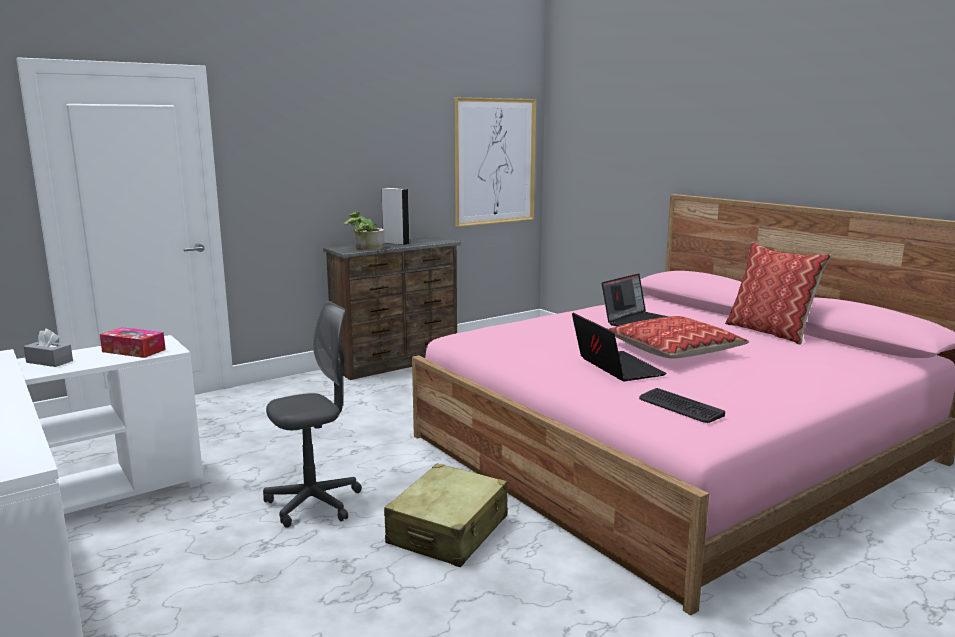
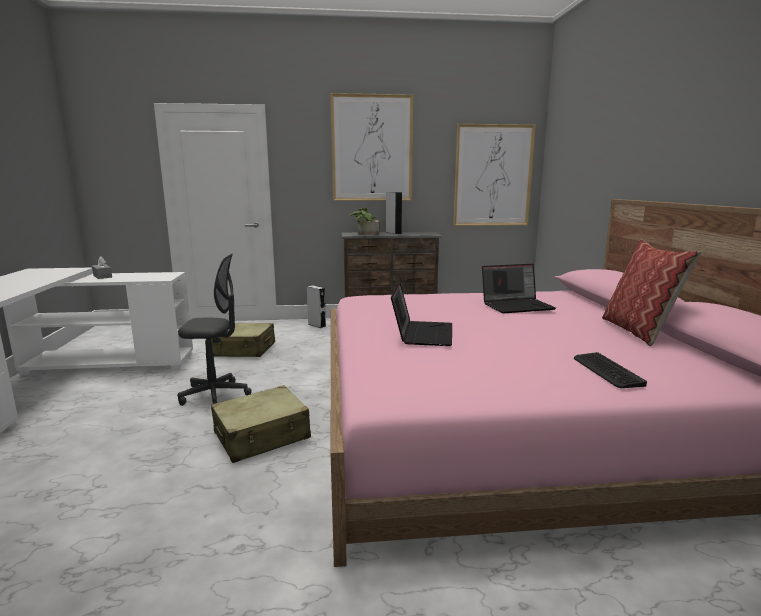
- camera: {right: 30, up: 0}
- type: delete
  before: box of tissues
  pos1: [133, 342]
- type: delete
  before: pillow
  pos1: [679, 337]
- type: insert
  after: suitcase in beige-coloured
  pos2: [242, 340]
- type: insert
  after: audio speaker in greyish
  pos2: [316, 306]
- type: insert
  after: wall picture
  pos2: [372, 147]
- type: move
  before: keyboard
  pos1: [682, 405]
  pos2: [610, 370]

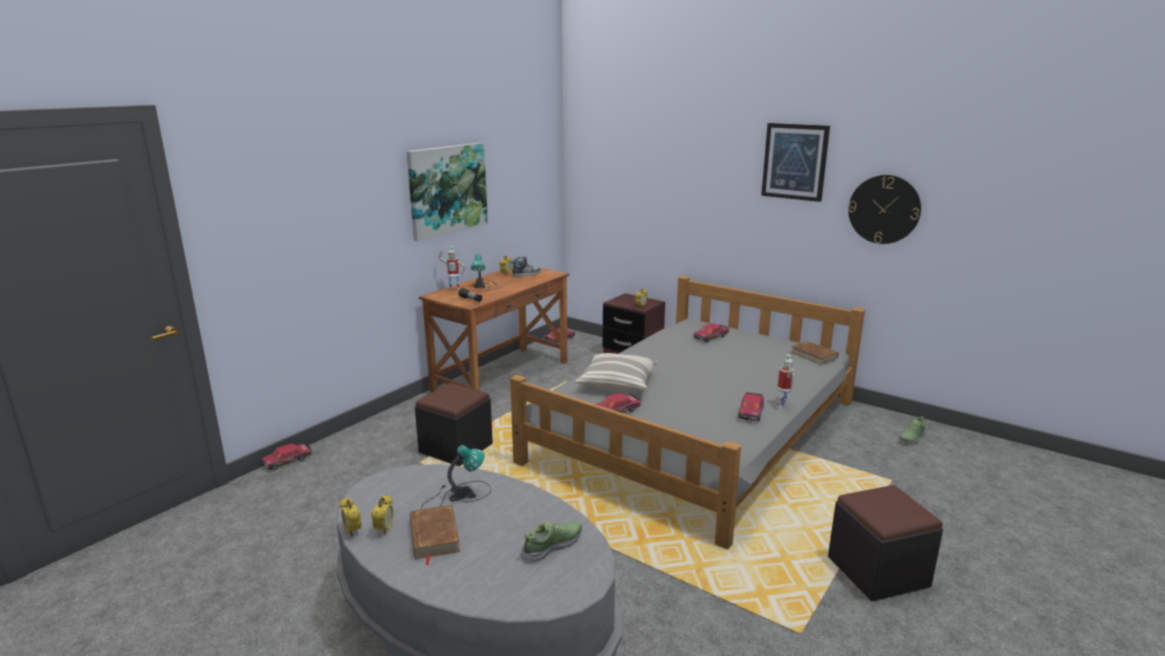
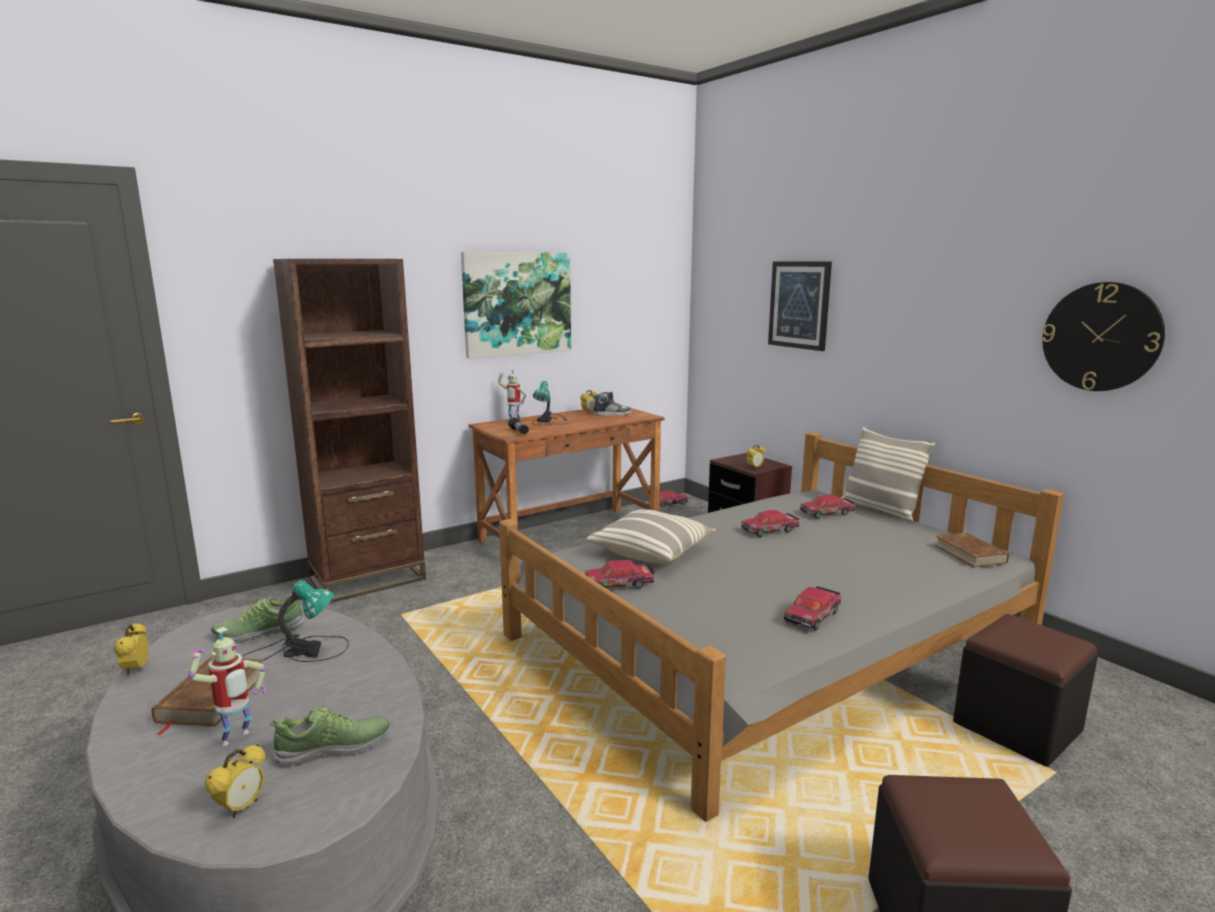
- camera: {right: 20, up: -5}
- type: insert
  after: shelving unit in brown-coloured
  pos2: [349, 431]
- type: insert
  after: pillow
  pos2: [888, 474]
- type: move
  before: miniature car
  pos1: [287, 456]
  pos2: [770, 523]
- type: move
  before: alarm clock
  pos1: [382, 515]
  pos2: [235, 781]
- type: move
  before: ottoman in black-coloured
  pos1: [454, 424]
  pos2: [1025, 690]
- type: move
  before: wall picture
  pos1: [795, 162]
  pos2: [800, 306]
- type: move
  before: model robot
  pos1: [785, 381]
  pos2: [227, 686]
- type: move
  before: item of footwear
  pos1: [912, 430]
  pos2: [257, 619]

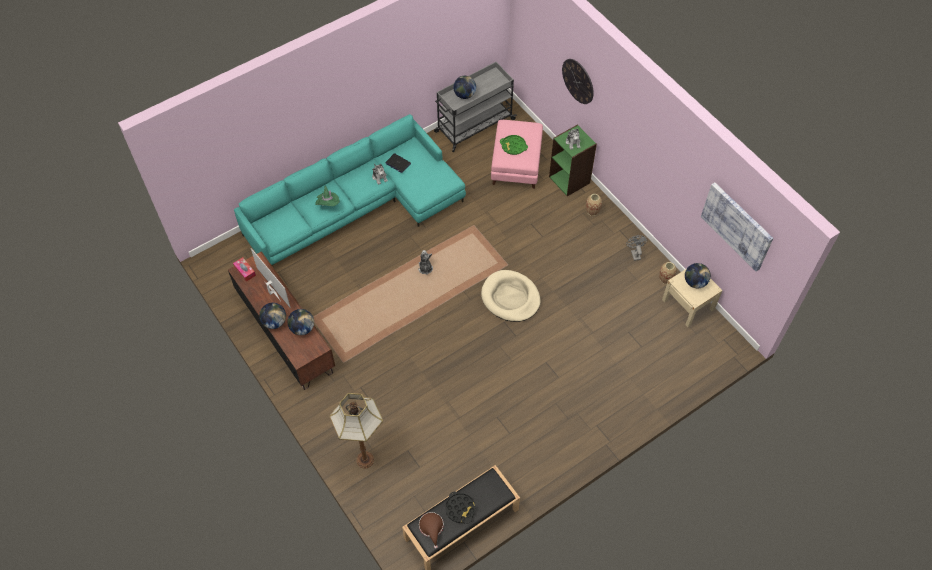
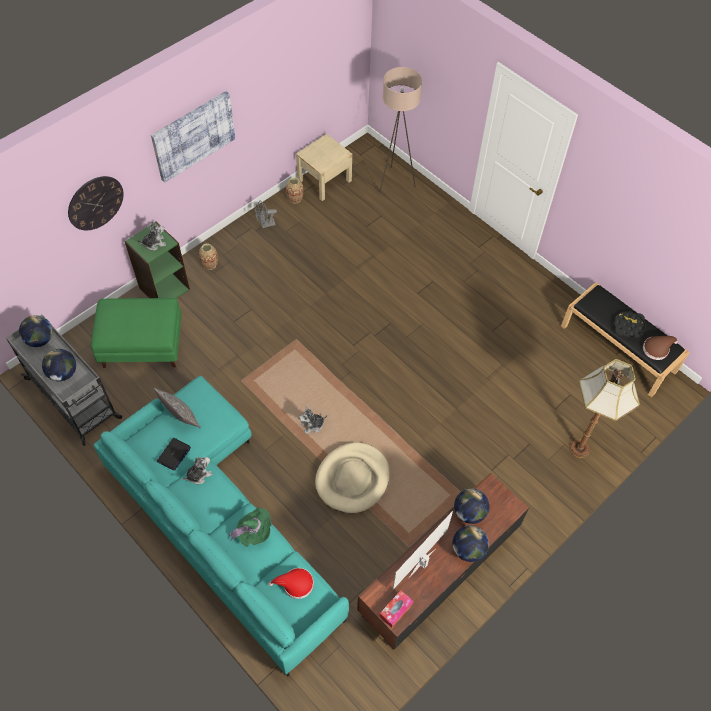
- camera: {right: -100, up: 0}
- type: delete
  before: serving tray in green-coloured
  pos1: [514, 145]
- type: insert
  after: pillow
  pos2: [177, 408]
- type: insert
  after: wearable hat in reddish
  pos2: [291, 583]
- type: insert
  after: standard lamp in beige-coloured
  pos2: [400, 130]
- type: move
  before: dog bed in beige-coloured
  pos1: [511, 296]
  pos2: [352, 477]
- type: move
  before: desk globe
  pos1: [698, 275]
  pos2: [36, 331]
- type: move
  before: wall picture
  pos1: [737, 226]
  pos2: [193, 137]
- type: recolor
  before: ottoman in pink-coloured
  after: ottoman in green-coloured
  pos1: [517, 154]
  pos2: [136, 333]

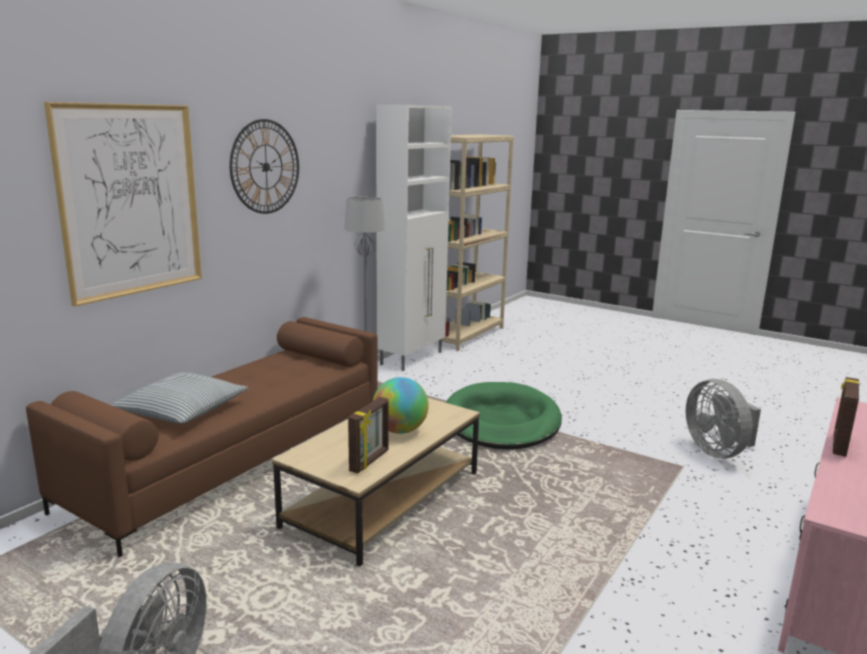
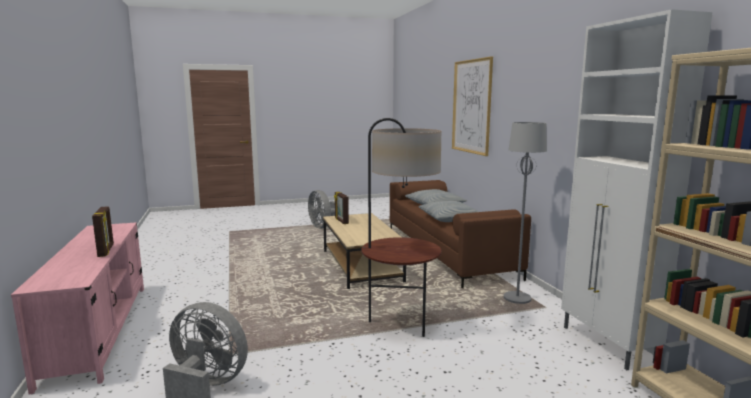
- camera: {right: 130, up: -5}
- type: delete
  before: clock on the wall
  pos1: [264, 166]
- type: delete
  before: desk globe
  pos1: [401, 405]
- type: insert
  after: pillow
  pos2: [449, 211]
- type: replace
  before: dog bed in green-coloured
  after: standard lamp
  pos1: [504, 415]
  pos2: [401, 227]

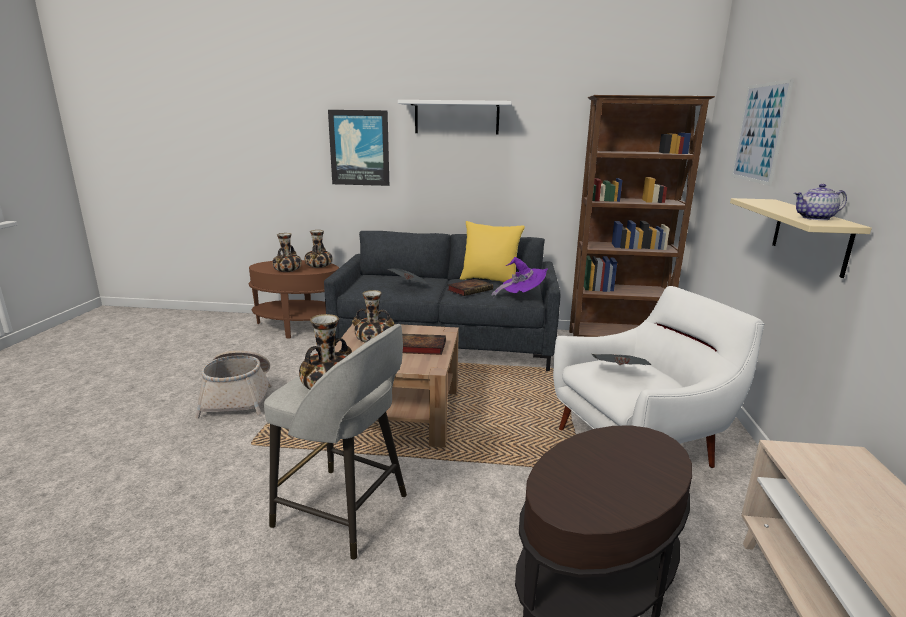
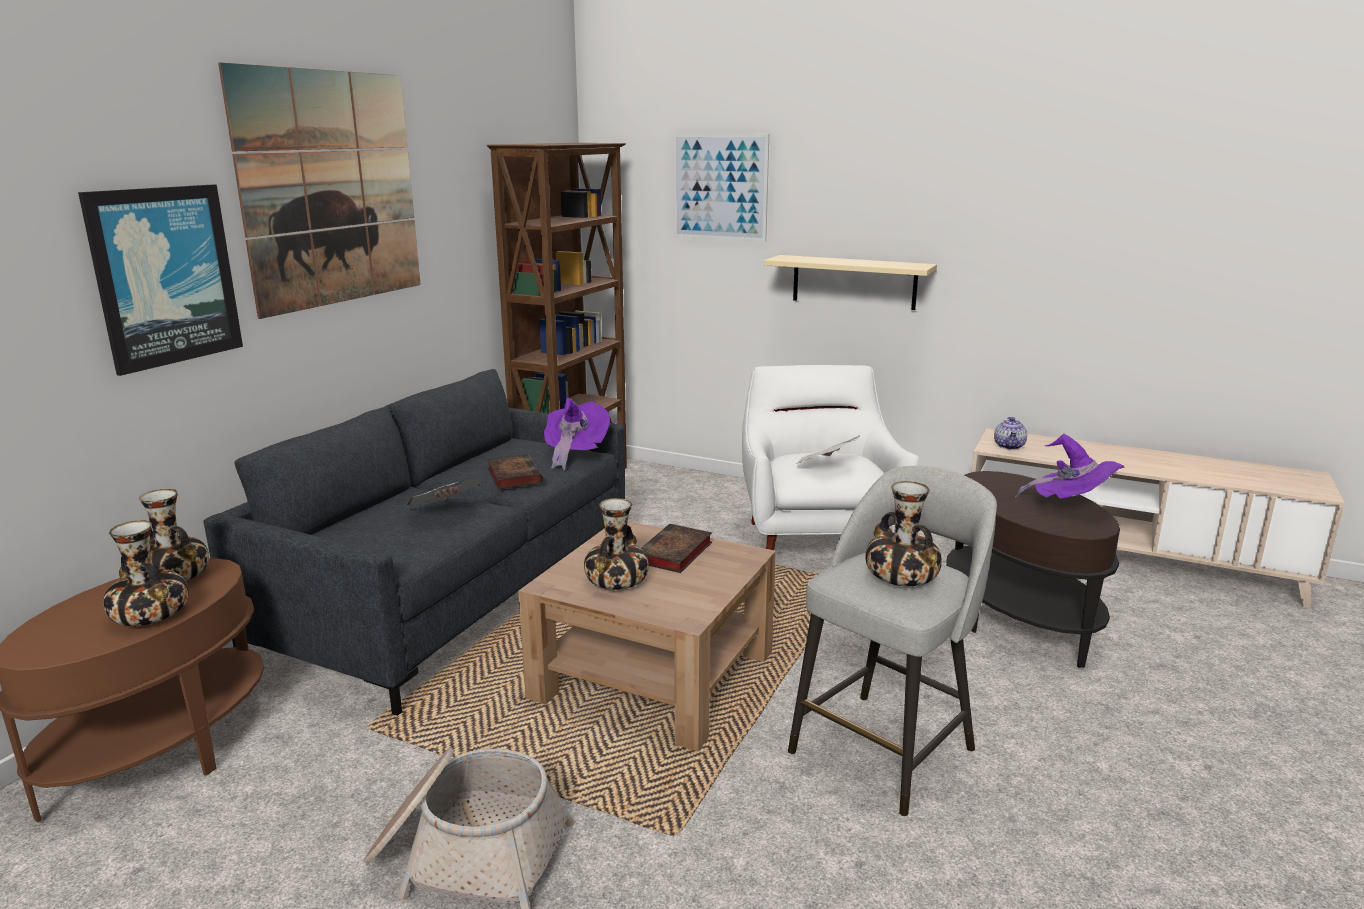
- camera: {right: -70, up: 0}
- type: delete
  before: pillow in yellow
  pos1: [492, 251]
- type: insert
  after: wearable hat in purple
  pos2: [1070, 466]
- type: move
  before: pot for tea
  pos1: [820, 202]
  pos2: [1010, 433]
- type: replace
  before: bracket shelf in white
  after: wall picture
  pos1: [454, 117]
  pos2: [319, 190]

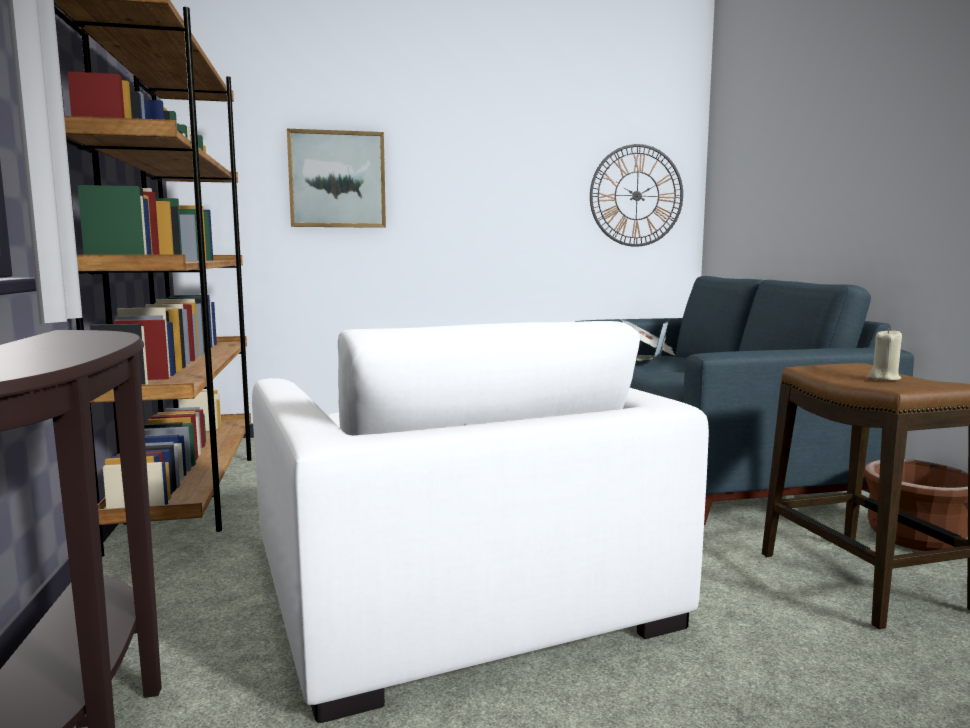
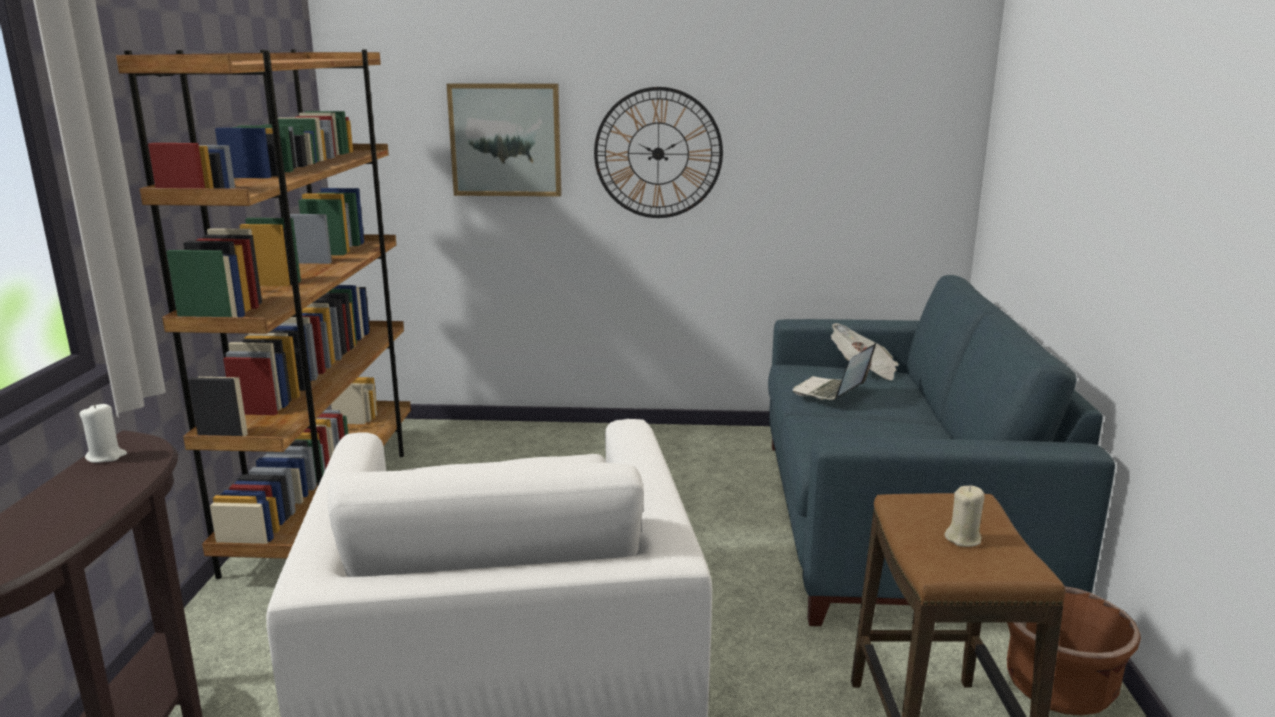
- camera: {right: 15, up: 10}
- type: insert
  after: candle in white
  pos2: [103, 433]
- type: move
  before: clock on the wall
  pos1: [636, 195]
  pos2: [658, 152]

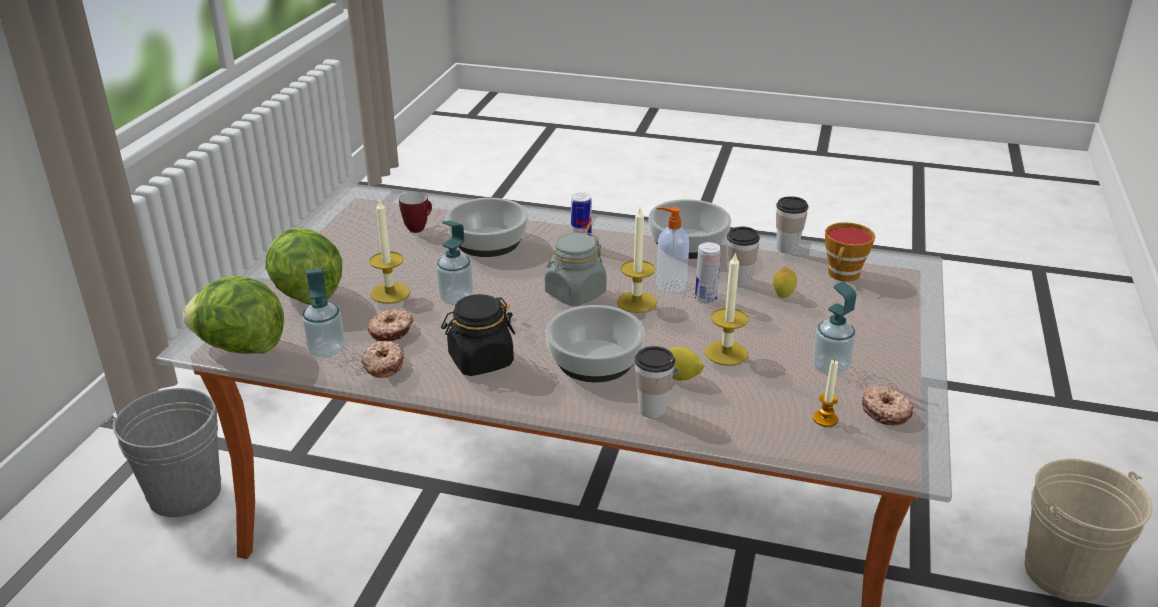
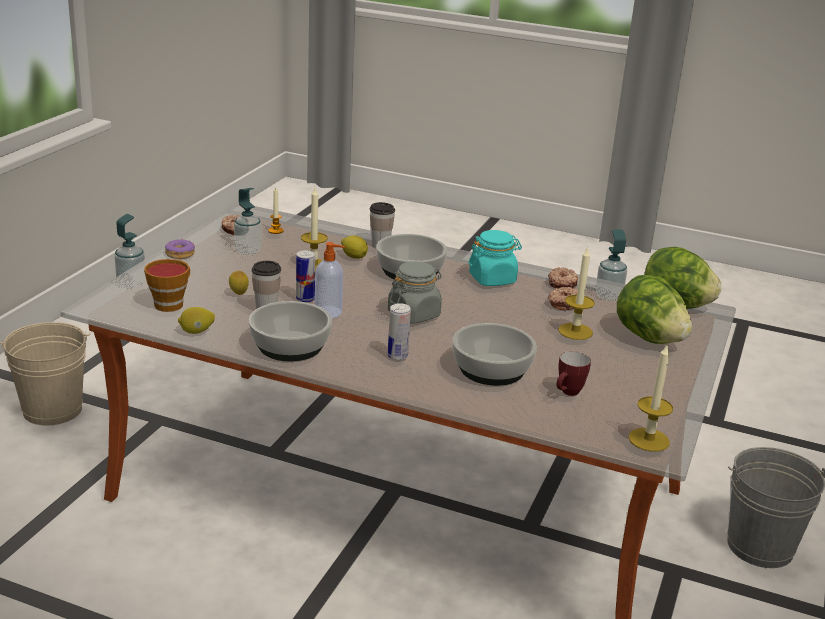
- camera: {right: -175, up: -5}
- type: insert
  after: doughnut
  pos2: [180, 249]
- type: move
  before: soap bottle
  pos1: [454, 262]
  pos2: [130, 251]
- type: move
  before: candle
  pos1: [637, 260]
  pos2: [650, 398]
- type: replace
  before: drinking cup
  after: whole lemon
  pos1: [792, 225]
  pos2: [196, 320]
- type: recolor
  before: storage jar in black-coloured
  after: storage jar in turquoise
  pos1: [478, 335]
  pos2: [495, 258]

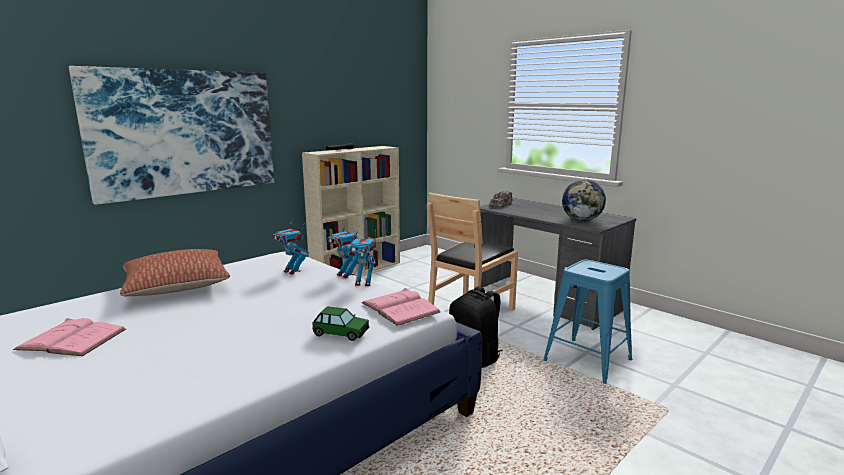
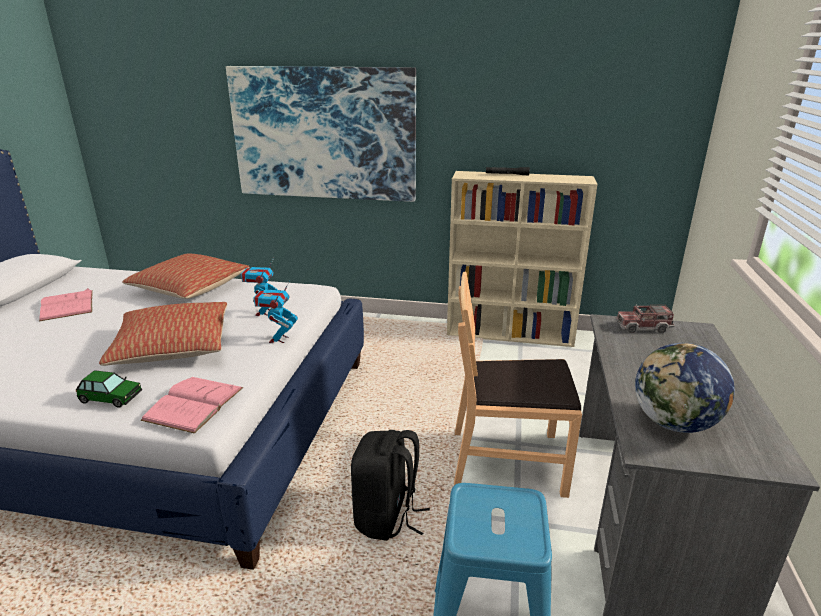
- camera: {right: 55, up: 10}
- type: delete
  before: model robot
  pos1: [362, 257]
- type: insert
  after: pillow
  pos2: [163, 334]
- type: rotate
  before: miniature car
  pos1: [340, 323]
  pos2: [109, 389]
  turn: -60

